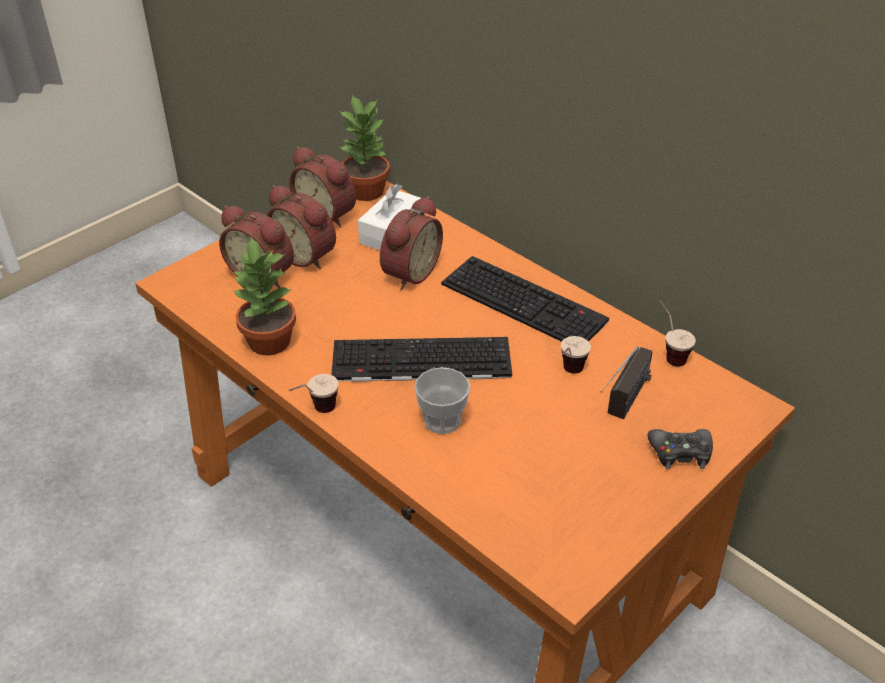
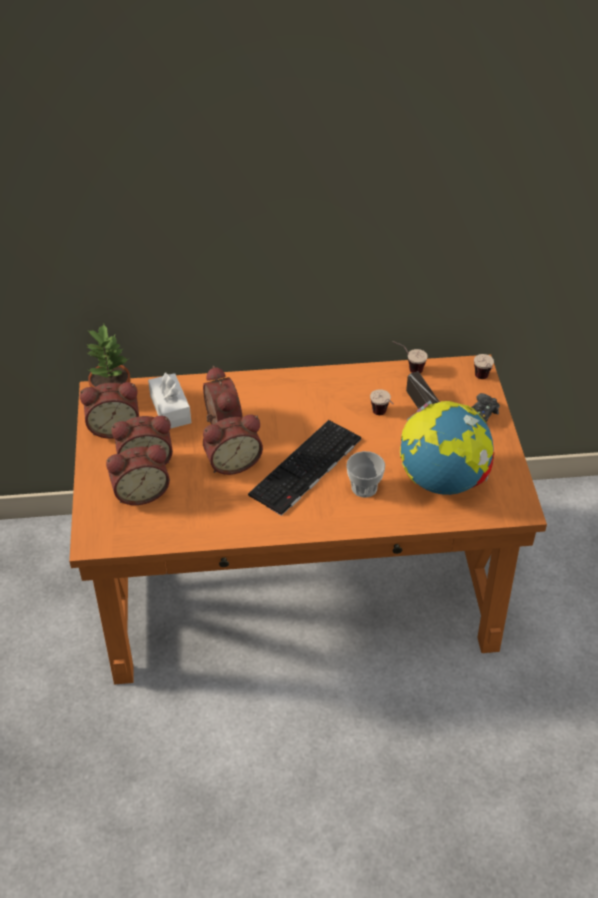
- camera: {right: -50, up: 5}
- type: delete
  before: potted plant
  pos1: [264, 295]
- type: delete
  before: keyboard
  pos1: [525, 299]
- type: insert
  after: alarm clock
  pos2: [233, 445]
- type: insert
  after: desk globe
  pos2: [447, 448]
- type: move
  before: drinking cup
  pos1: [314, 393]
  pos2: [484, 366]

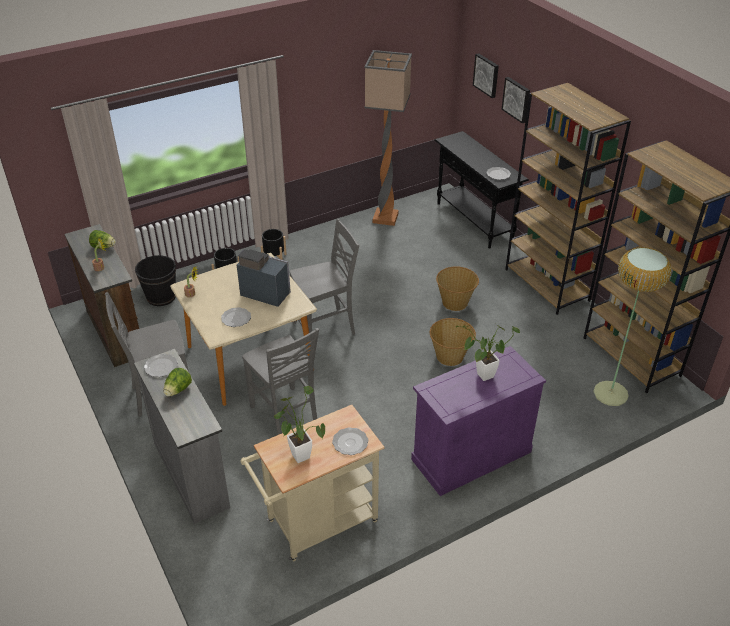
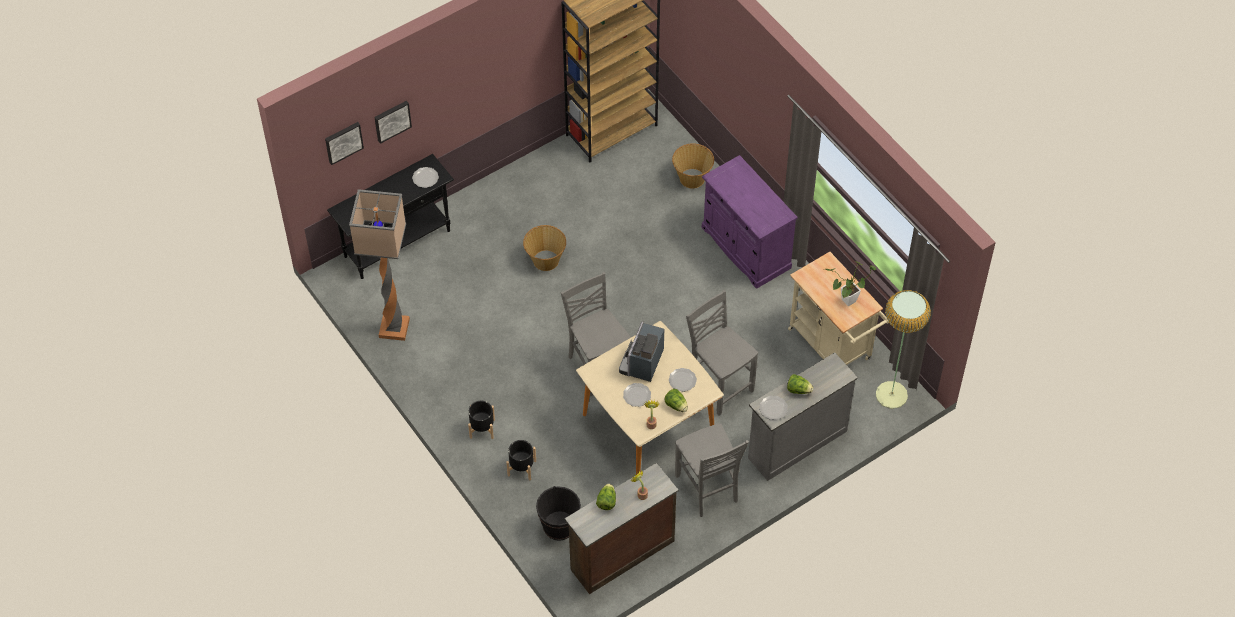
- camera: {right: -95, up: 15}
- type: delete
  before: potted plant
  pos1: [488, 352]
- type: delete
  before: shelving unit in brown-coloured
  pos1: [568, 199]
- type: insert
  after: lettuce head
  pos2: [676, 400]
- type: move
  before: plate
  pos1: [350, 441]
  pos2: [637, 395]
- type: move
  before: storage basket
  pos1: [453, 342]
  pos2: [693, 165]
- type: move
  before: standard lamp
  pos1: [632, 326]
  pos2: [903, 349]
- type: rotate
  before: chair in greyish
  pos1: [280, 381]
  pos2: [722, 353]
  turn: -90

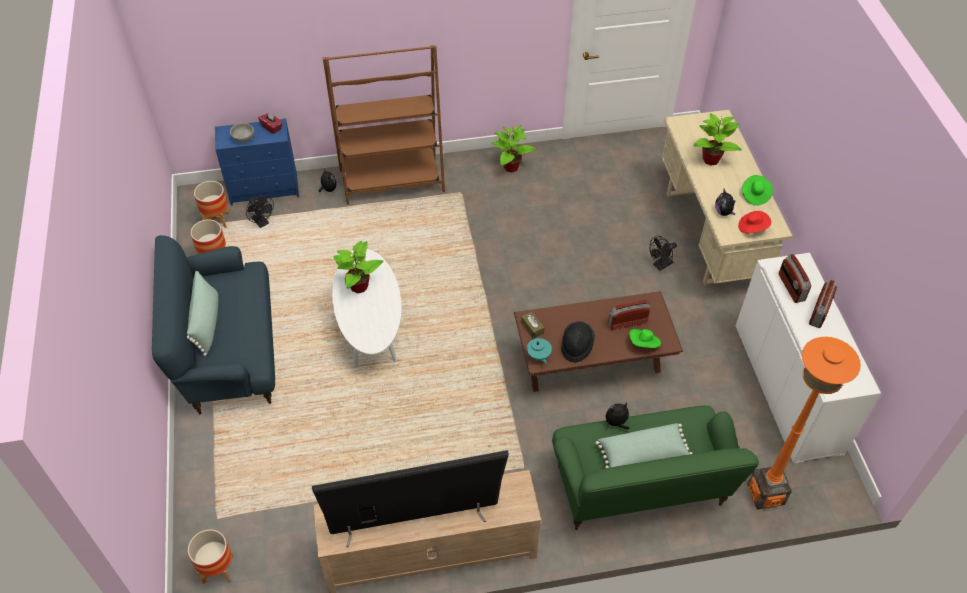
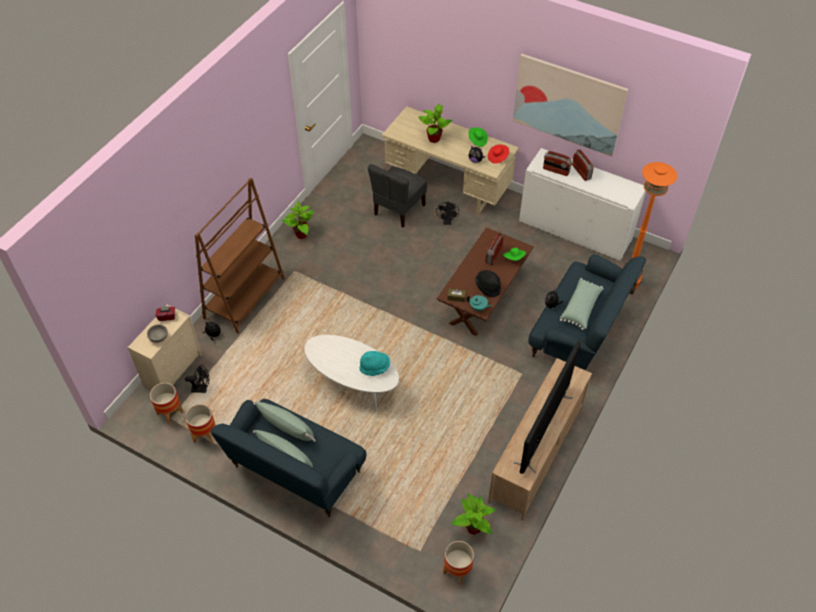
- camera: {right: -50, up: 0}
- type: insert
  after: pillow in green-coloured
  pos2: [284, 422]
- type: insert
  after: wearable hat in turquoise
  pos2: [374, 363]
- type: insert
  after: chair in greyish
  pos2: [397, 196]
- type: insert
  after: wall picture
  pos2: [570, 105]
- type: move
  before: potted plant
  pos1: [358, 267]
  pos2: [473, 514]
- type: recolor
  before: drawer chest in blue-coloured
  after: drawer chest in beige-coloured
  pos1: [257, 162]
  pos2: [165, 347]
- type: recolor
  before: settee in green-coloured
  after: settee in blue-coloured
  pos1: [655, 467]
  pos2: [587, 312]

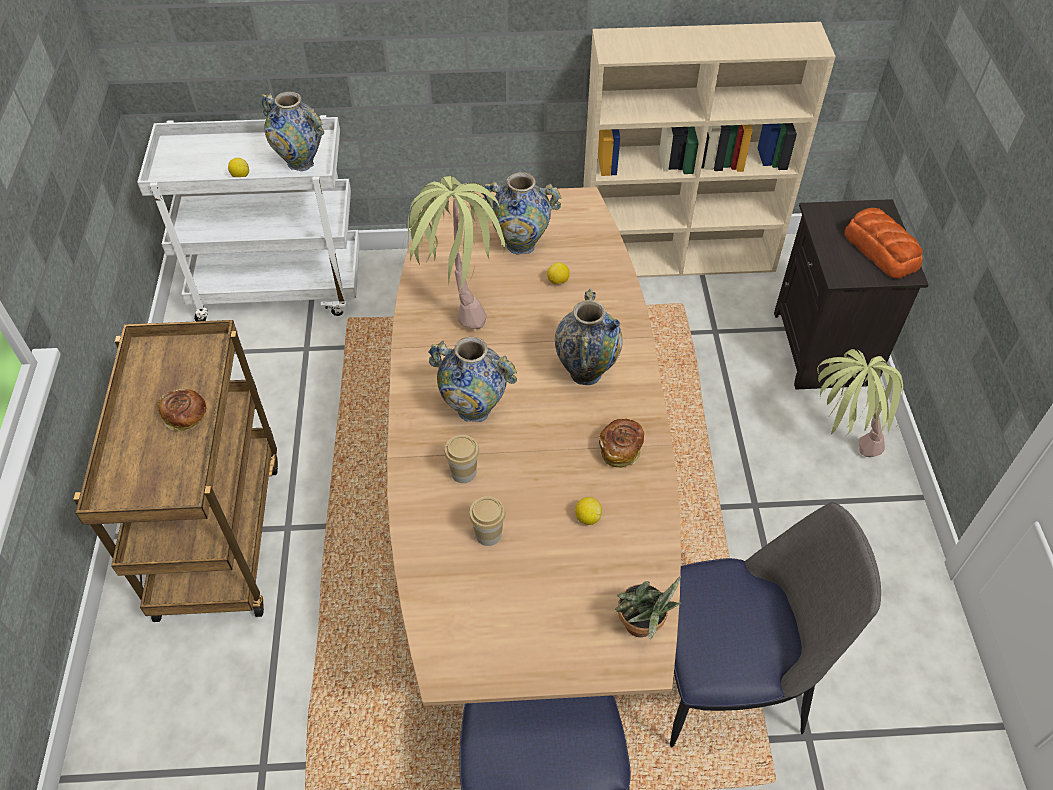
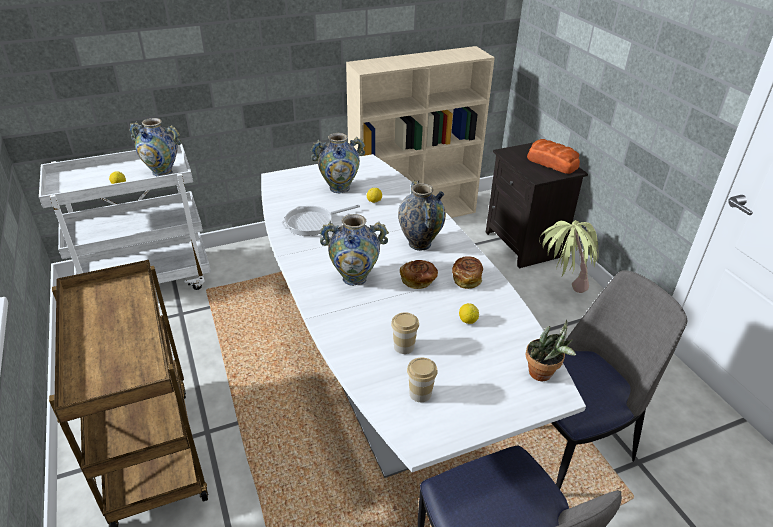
- camera: {right: -20, up: -15}
- type: move
  before: baked bread
  pos1: [182, 409]
  pos2: [419, 274]
- type: move
  before: drinking cup
  pos1: [461, 459]
  pos2: [422, 379]
- type: replace
  before: potted plant
  after: frying pan
  pos1: [454, 252]
  pos2: [320, 220]
- type: recolor
  before: kitchen table in brown-coloured
  after: kitchen table in white
  pos1: [534, 446]
  pos2: [423, 316]

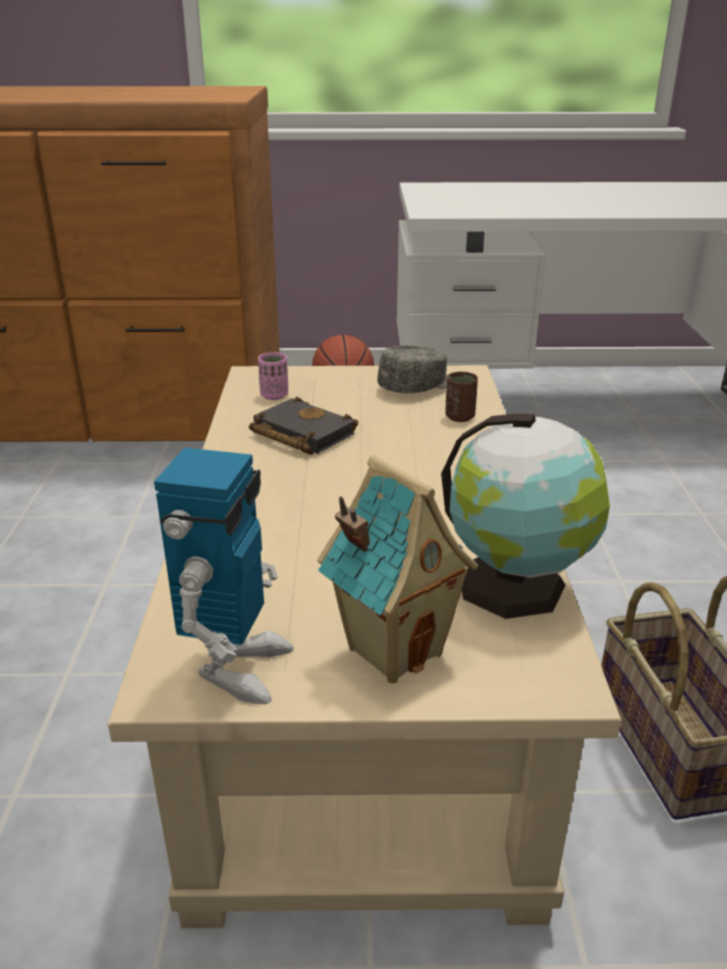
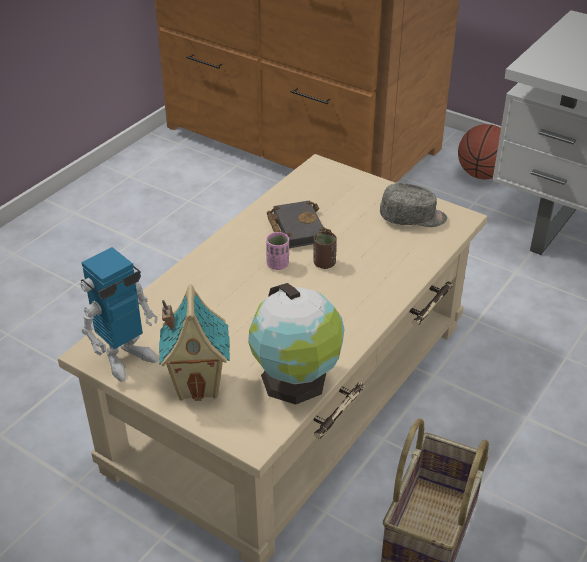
- camera: {right: 35, up: 10}
- type: move
  before: drinking cup in pink-coloured
  pos1: [273, 376]
  pos2: [277, 251]
- type: move
  before: drinking cup in brown-coloured
  pos1: [461, 397]
  pos2: [325, 250]

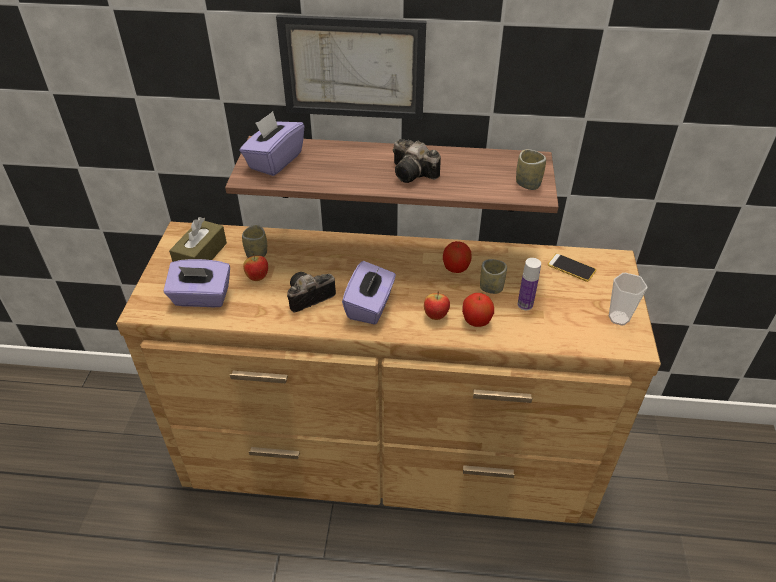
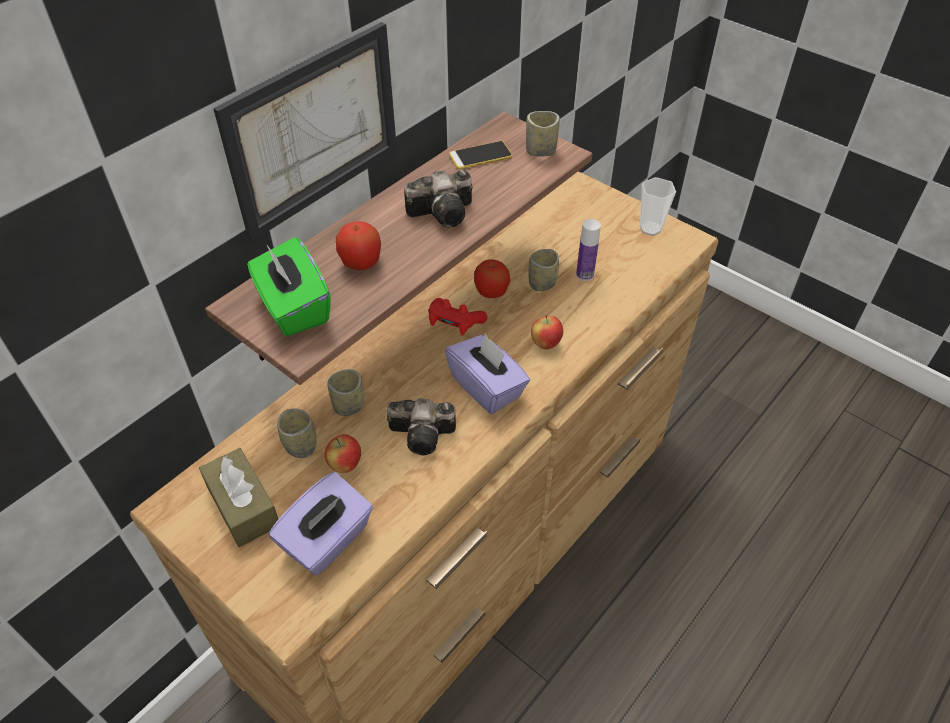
- camera: {right: -55, up: 5}
- type: insert
  after: drinking cup
  pos2: [345, 392]
- type: insert
  after: joypad in reddish
  pos2: [458, 317]
- type: move
  before: apple
  pos1: [478, 310]
  pos2: [358, 245]
- type: move
  before: handset
  pos1: [572, 267]
  pos2: [481, 155]
- type: recolor
  before: box of tissues in purple
  after: box of tissues in green-coloured
  pos1: [272, 143]
  pos2: [288, 286]
- type: rotate
  before: photo camera
  pos1: [311, 292]
  pos2: [421, 426]
  turn: -90

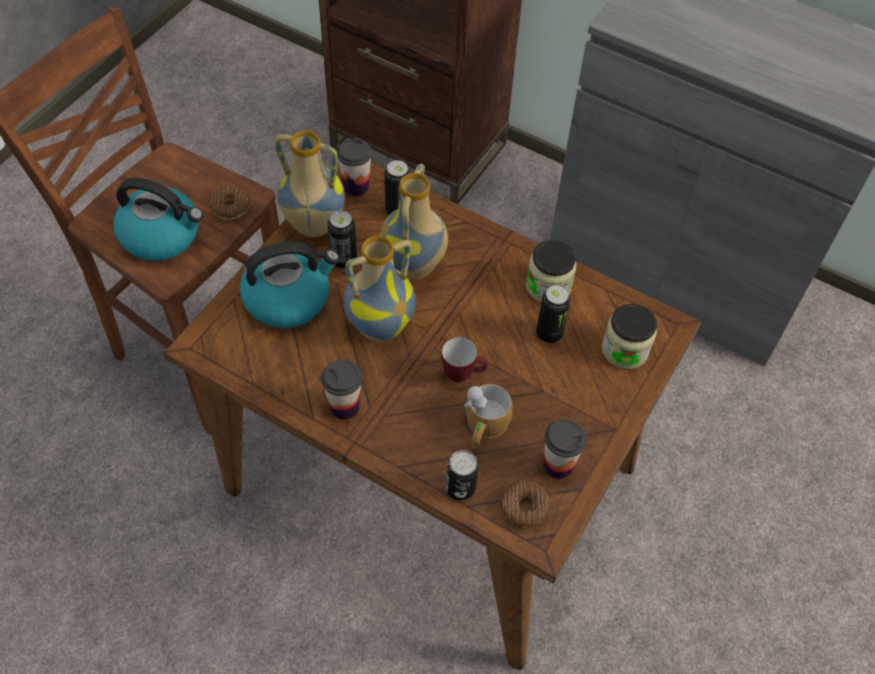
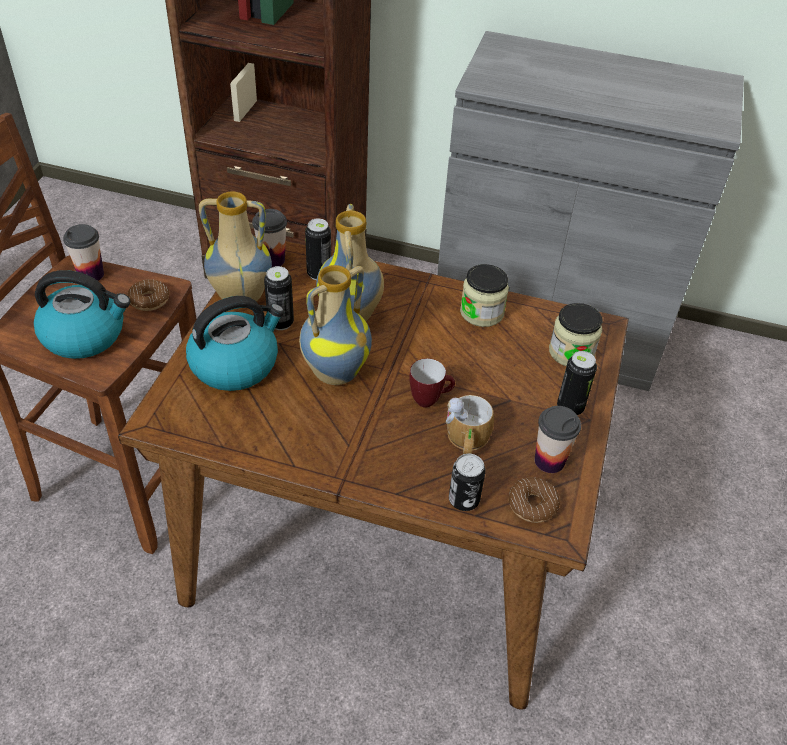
- camera: {right: -15, up: -10}
- type: move
  before: drinking cup
  pos1: [341, 390]
  pos2: [83, 252]
- type: move
  before: sealed can
  pos1: [553, 314]
  pos2: [577, 383]

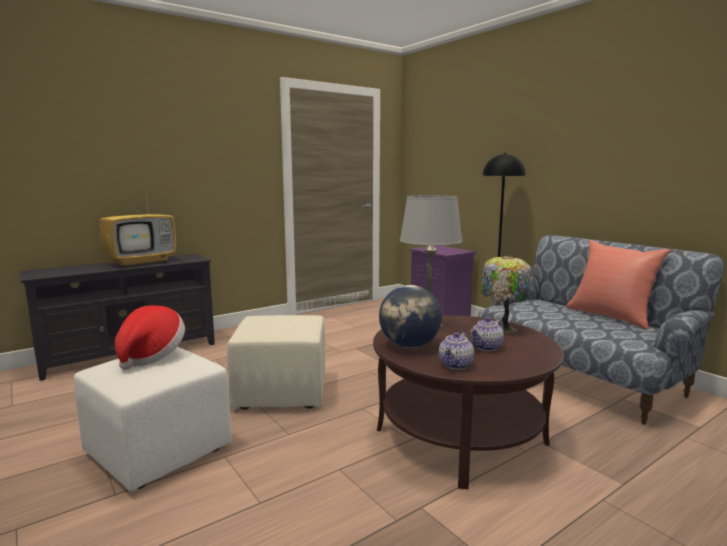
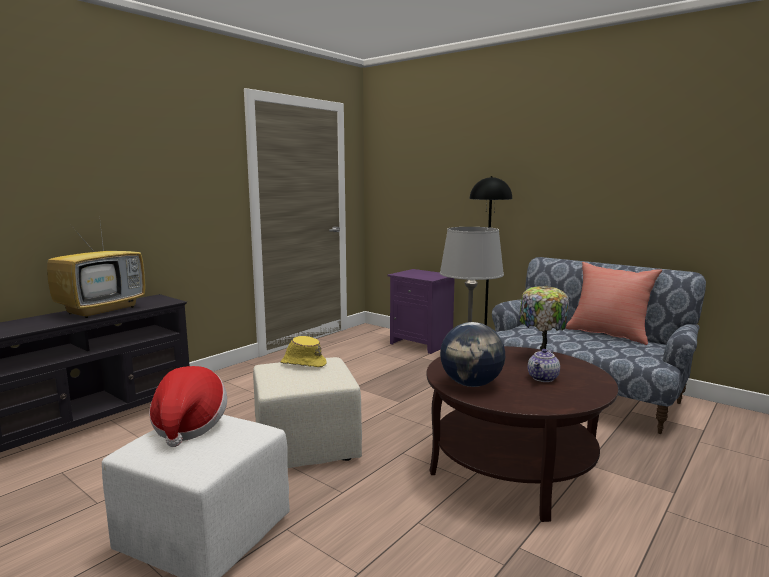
- camera: {right: -15, up: 0}
- type: delete
  before: pot for tea
  pos1: [456, 351]
- type: insert
  after: wearable hat in yellow
  pos2: [304, 351]

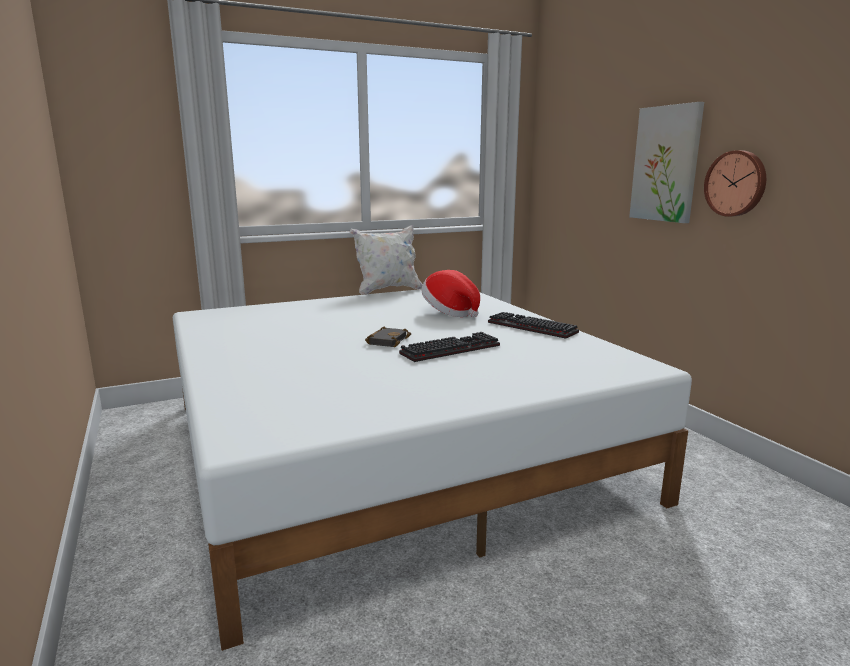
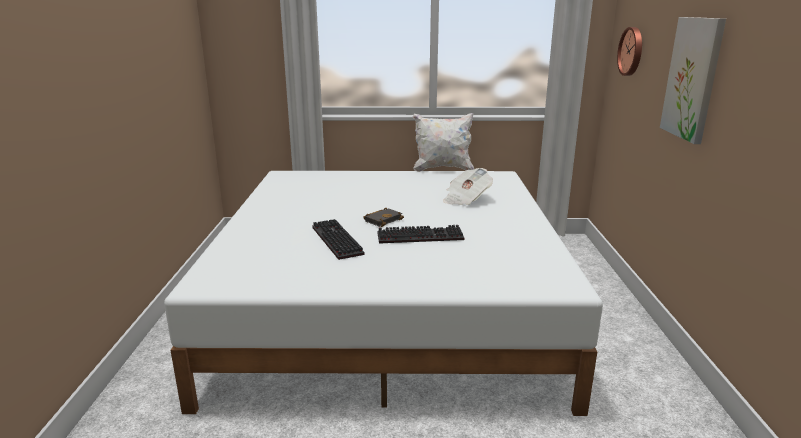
- camera: {right: 25, up: 5}
- type: move
  before: keyboard
  pos1: [533, 325]
  pos2: [338, 239]
- type: move
  before: clock on the wall
  pos1: [735, 183]
  pos2: [629, 51]
- type: replace
  before: wearable hat
  after: daily paper
  pos1: [450, 294]
  pos2: [468, 186]

